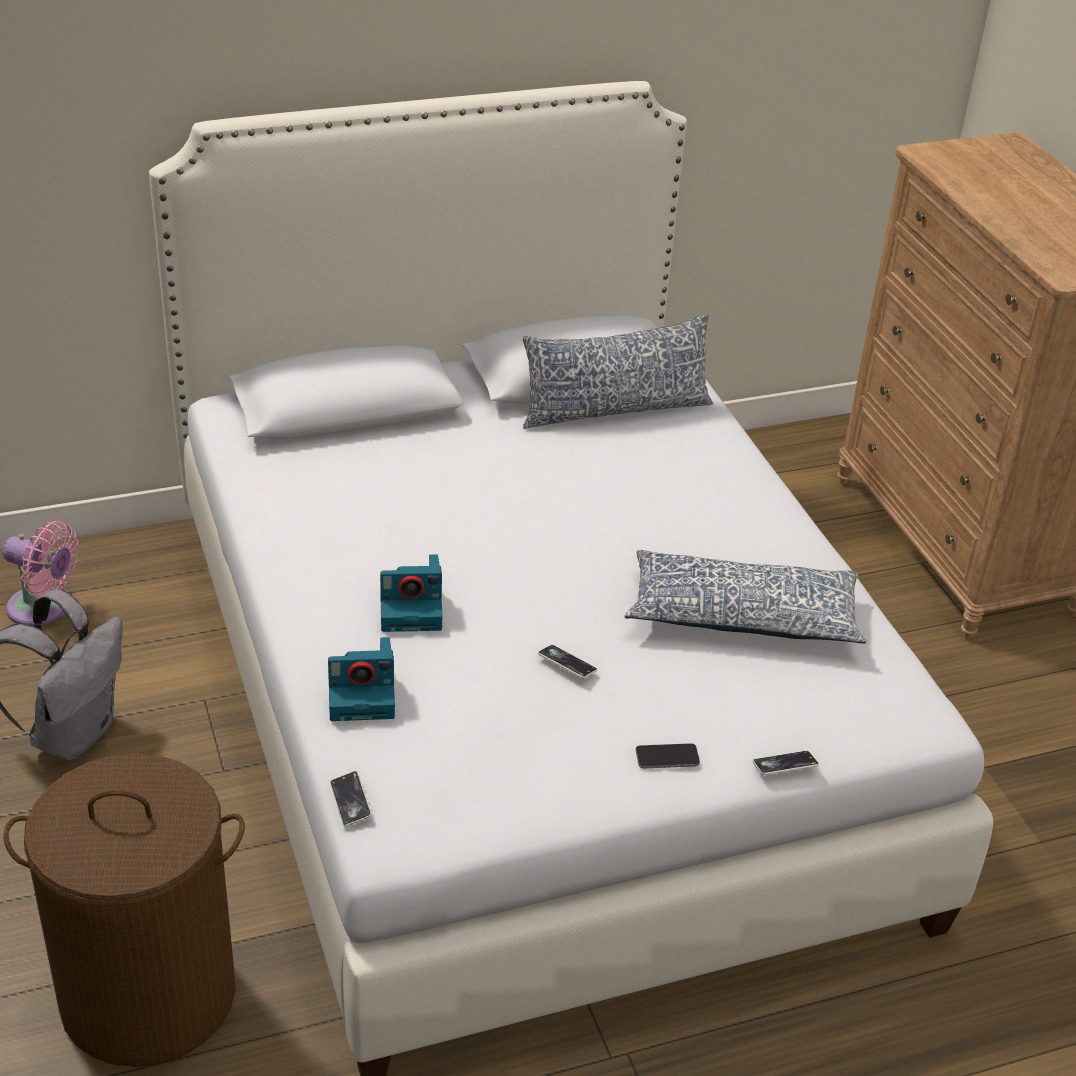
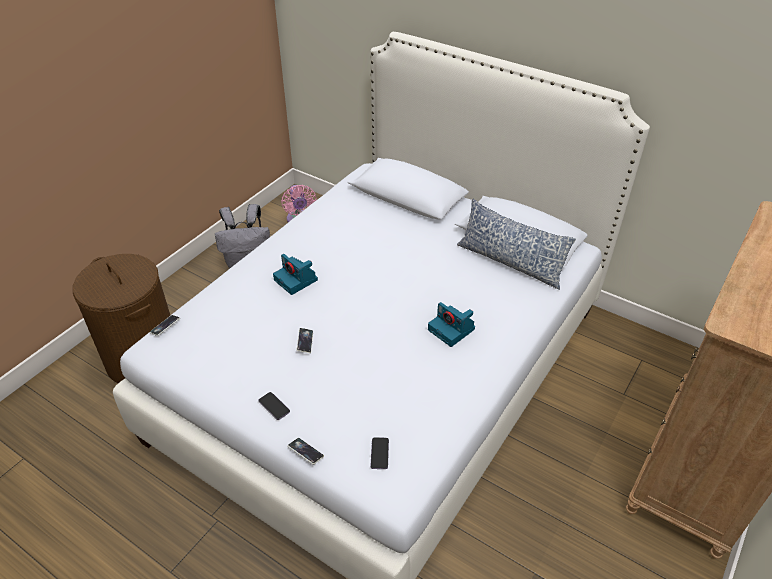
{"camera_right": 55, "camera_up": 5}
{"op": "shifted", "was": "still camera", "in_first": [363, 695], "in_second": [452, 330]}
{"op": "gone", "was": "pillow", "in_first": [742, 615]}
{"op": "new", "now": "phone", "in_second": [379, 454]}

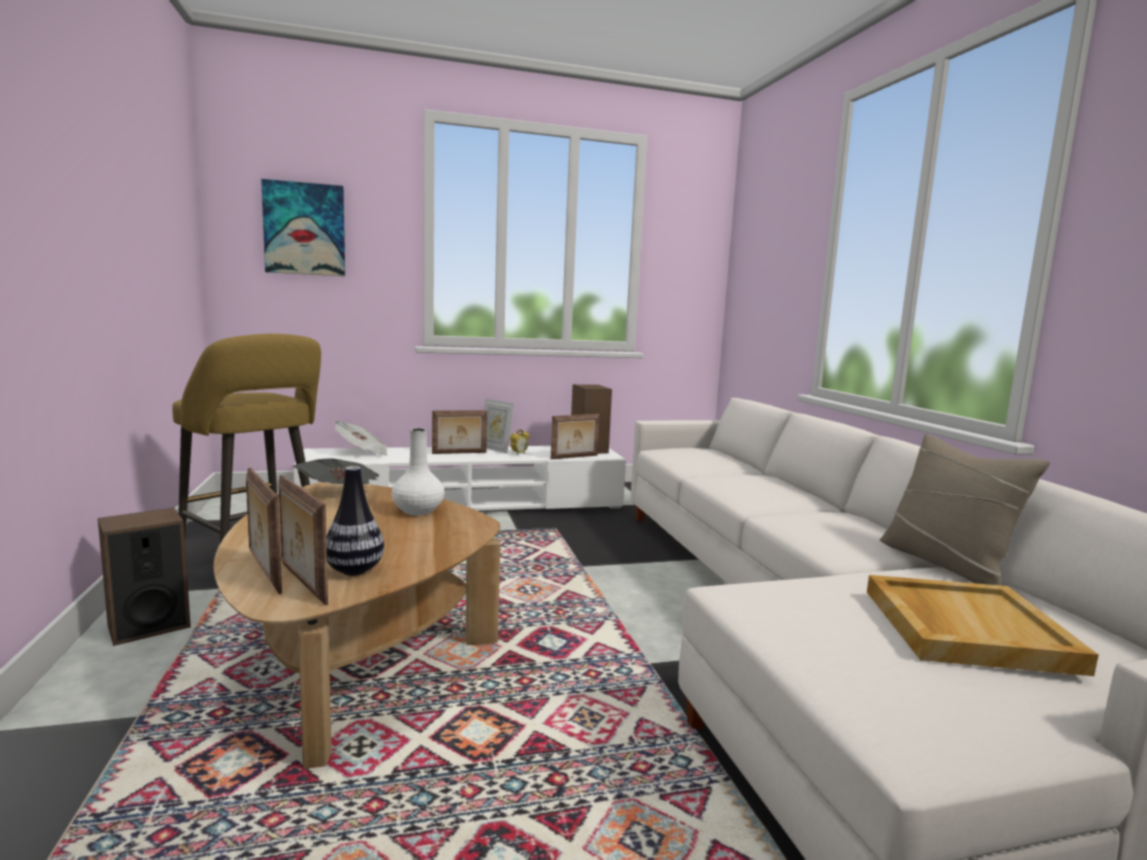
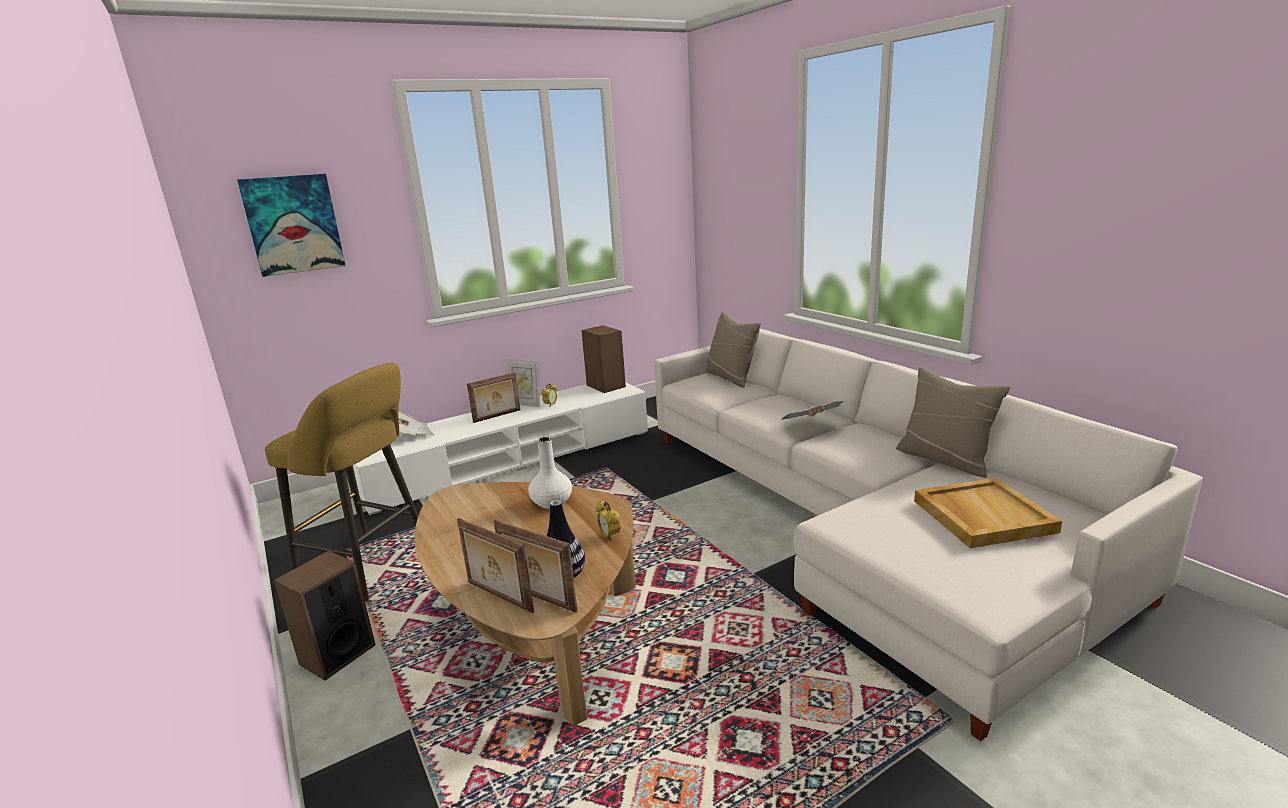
{"camera_right": -15, "camera_up": 10}
{"op": "shifted", "was": "newspaper", "in_first": [340, 495], "in_second": [810, 426]}
{"op": "gone", "was": "photo frame", "in_first": [575, 457]}
{"op": "new", "now": "table clock", "in_second": [609, 536]}
{"op": "new", "now": "sand-coloured pillow", "in_second": [731, 377]}

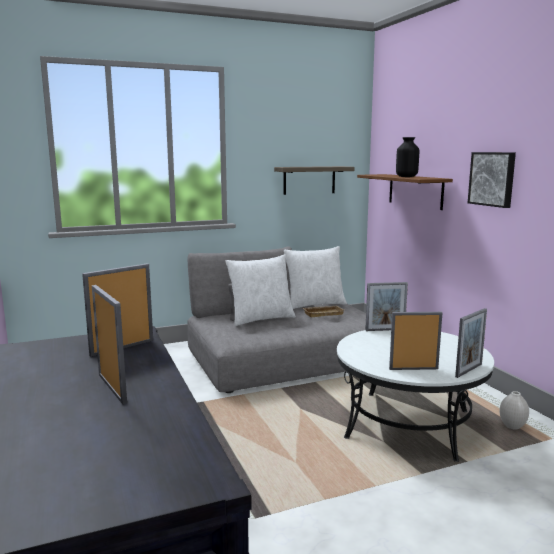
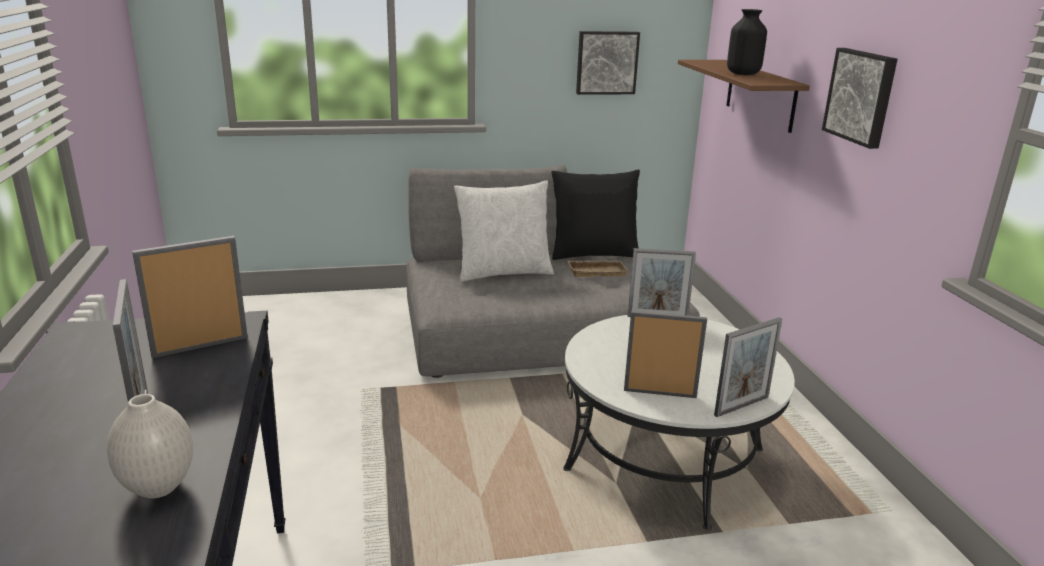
{"camera_right": 10, "camera_up": 10}
{"op": "swapped", "was": "shelf", "now": "picture", "in_first": [309, 180], "in_second": [606, 62]}
{"op": "repainted", "was": "whitish pillow", "now": "black-coloured pillow", "in_first": [314, 304], "in_second": [593, 254]}
{"op": "shifted", "was": "whitish decorative vase", "in_first": [512, 426], "in_second": [159, 488]}

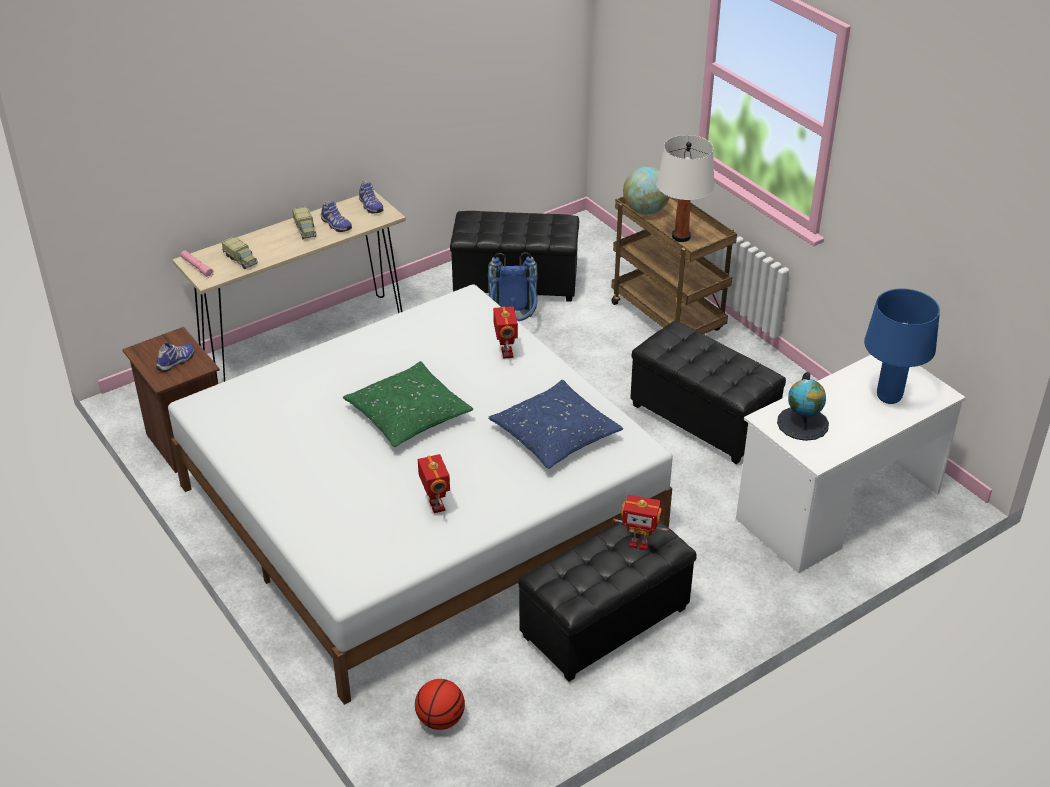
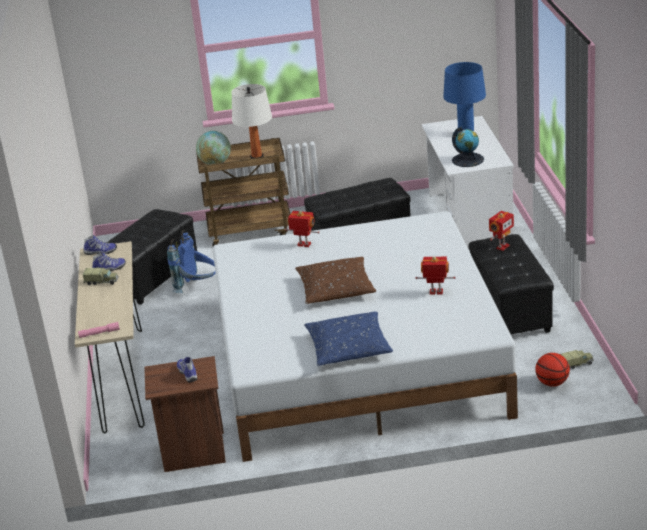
{"camera_right": -60, "camera_up": -10}
{"op": "shifted", "was": "toy lorry", "in_first": [241, 260], "in_second": [576, 364]}
{"op": "repainted", "was": "greenish pillow", "now": "brown-coloured pillow", "in_first": [408, 414], "in_second": [336, 289]}
{"op": "shifted", "was": "blue-coloured pillow", "in_first": [555, 434], "in_second": [349, 347]}

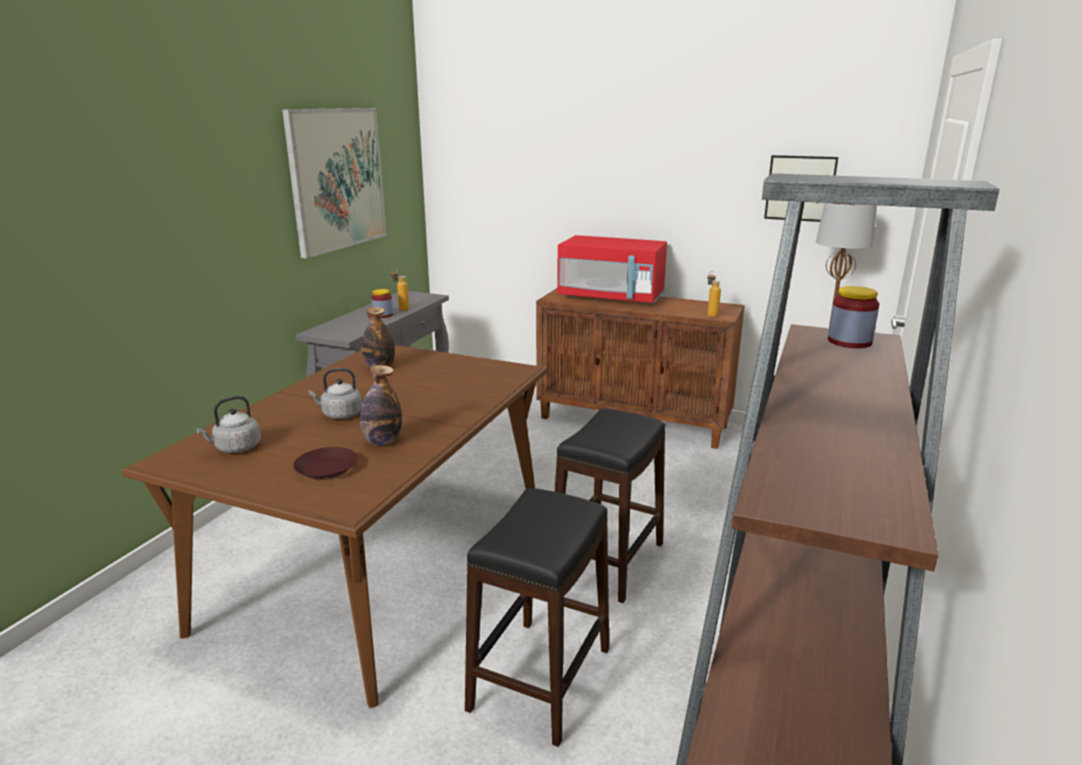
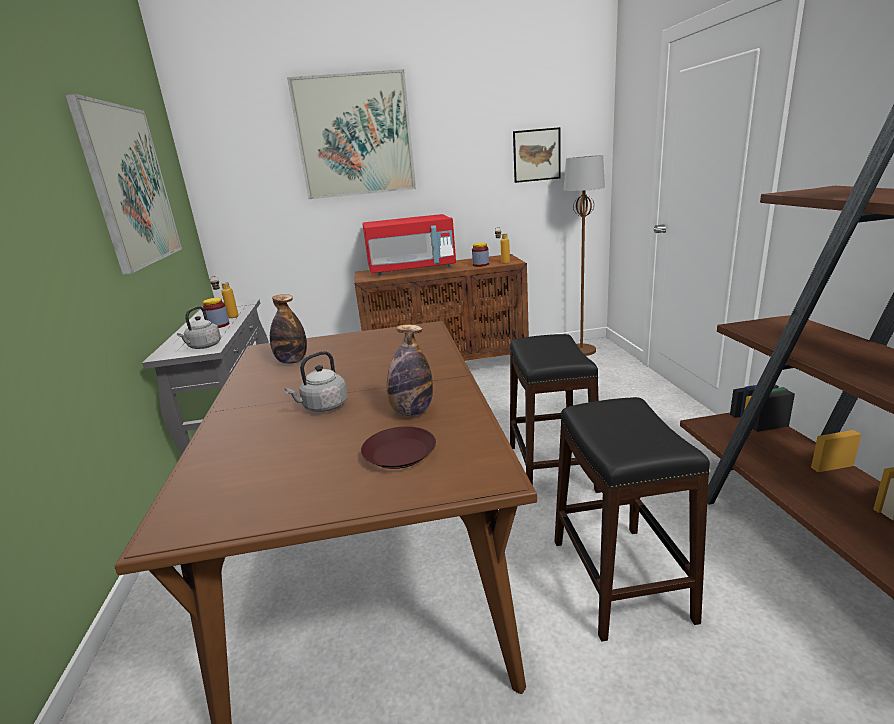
{"camera_right": -30, "camera_up": 0}
{"op": "shifted", "was": "gray tea kettle", "in_first": [236, 448], "in_second": [203, 347]}
{"op": "shifted", "was": "storage jar", "in_first": [849, 342], "in_second": [481, 265]}
{"op": "new", "now": "picture", "in_second": [355, 136]}

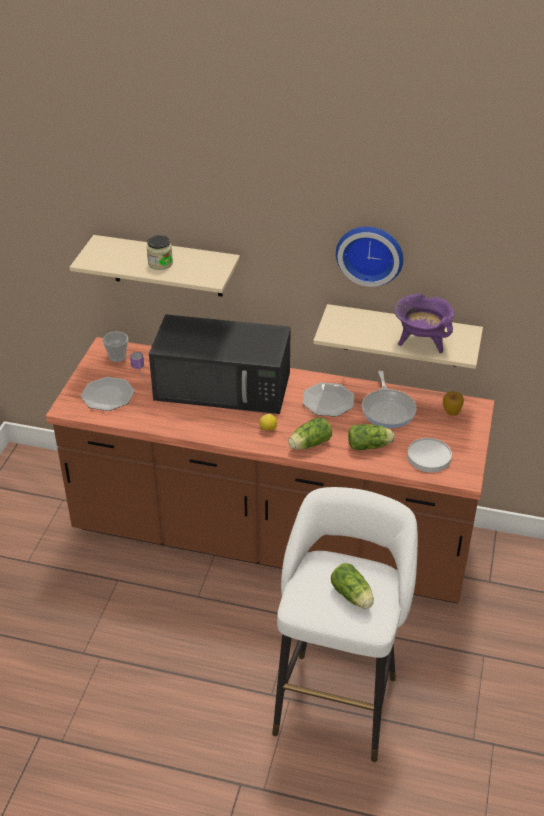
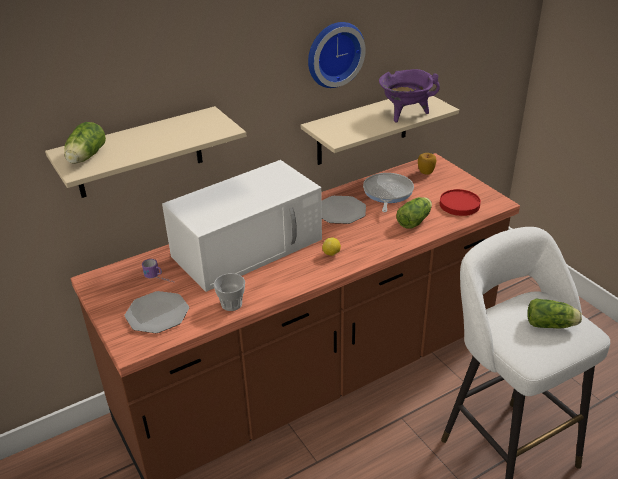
{"camera_right": -45, "camera_up": -5}
{"op": "shifted", "was": "small cup", "in_first": [117, 357], "in_second": [231, 304]}
{"op": "gone", "was": "storage jar", "in_first": [160, 263]}
{"op": "repainted", "was": "black-coloured kitchen microwave", "now": "whitish kitchen microwave", "in_first": [224, 386], "in_second": [249, 246]}
{"op": "shifted", "was": "lettuce", "in_first": [308, 444], "in_second": [85, 157]}
{"op": "rotated", "was": "pan", "in_first": [388, 409], "in_second": [387, 193], "clockwise": -120}
{"op": "repainted", "was": "whitish dinner plate", "now": "red dinner plate", "in_first": [429, 457], "in_second": [459, 204]}

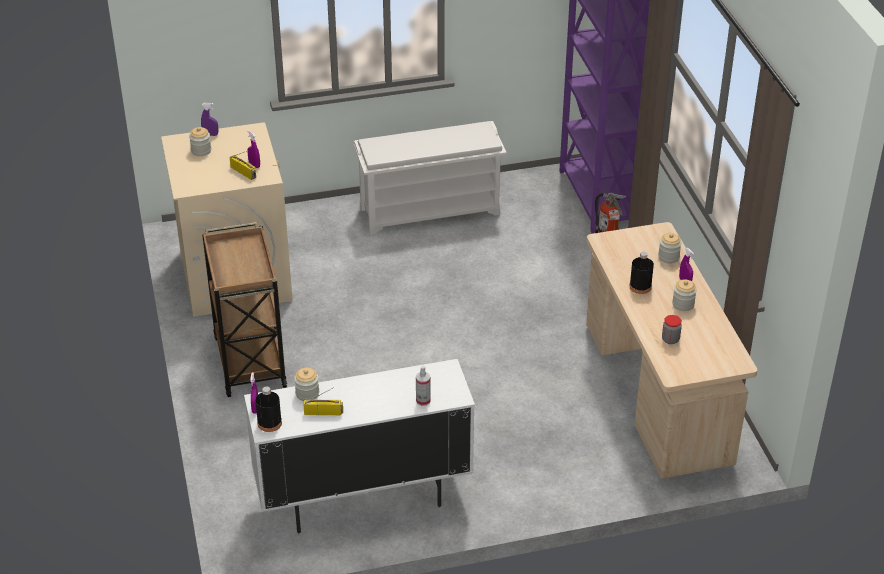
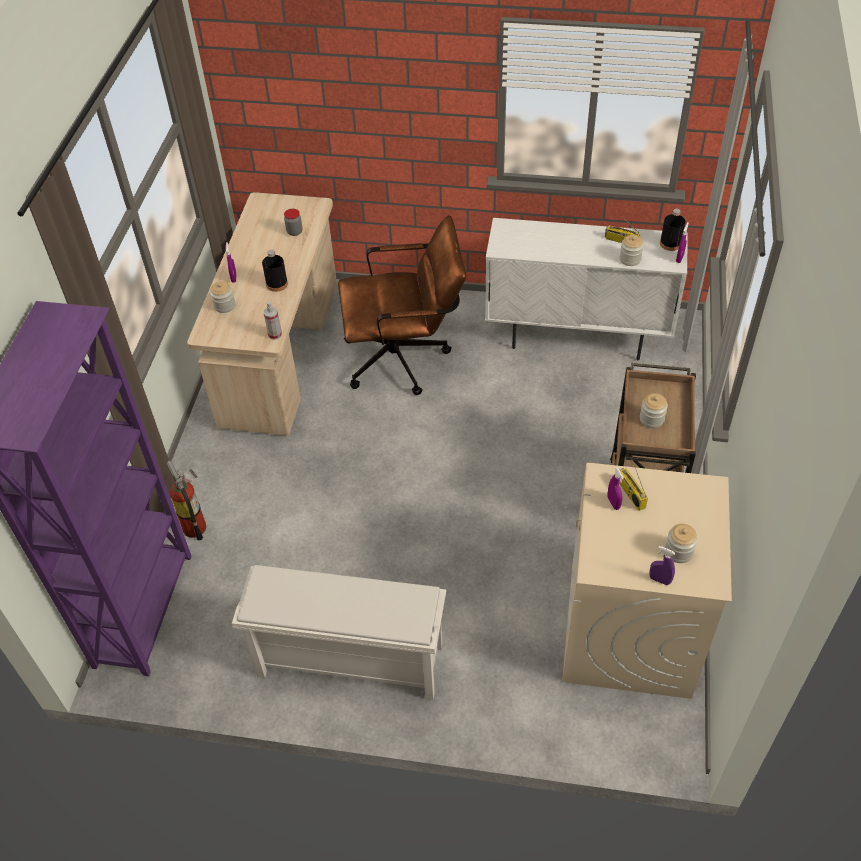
{"camera_right": -155, "camera_up": 10}
{"op": "shifted", "was": "sprayer", "in_first": [423, 401], "in_second": [275, 334]}
{"op": "shifted", "was": "storage jar", "in_first": [683, 304], "in_second": [651, 419]}
{"op": "new", "now": "brown-coloured computer chair", "in_second": [405, 358]}

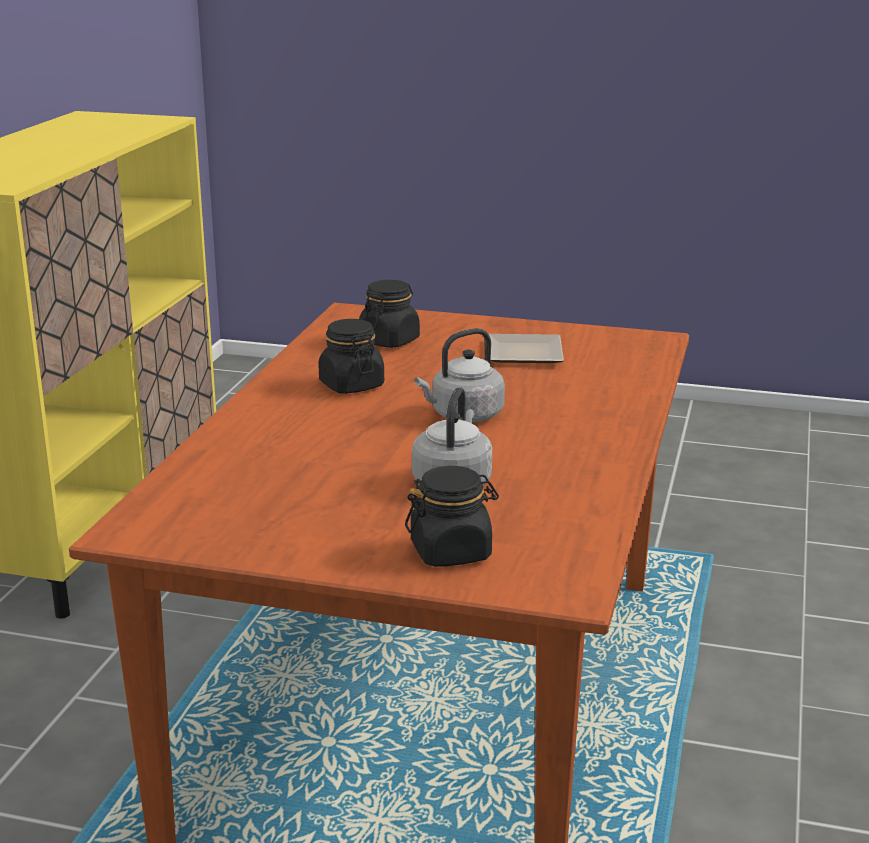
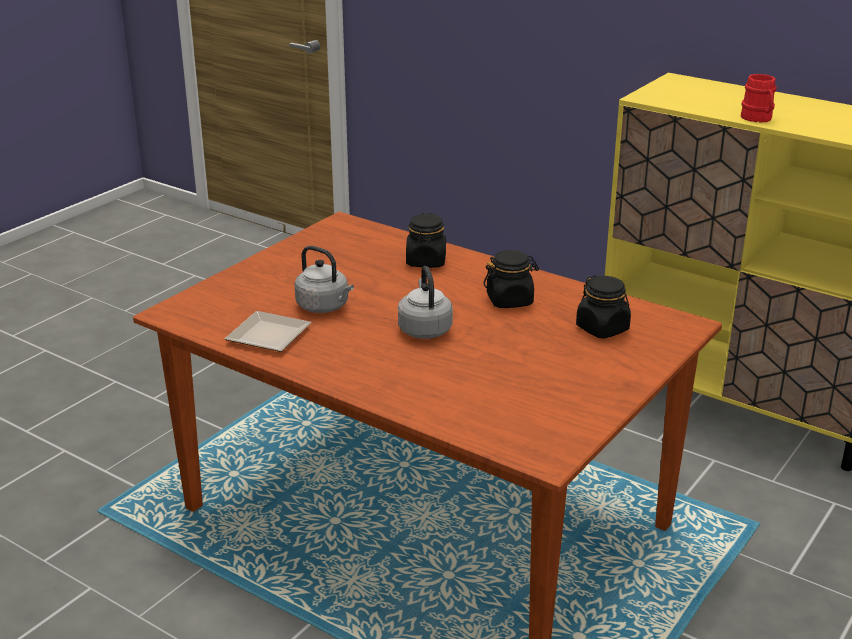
{"camera_right": 110, "camera_up": 5}
{"op": "shifted", "was": "black-coloured storage jar", "in_first": [451, 552], "in_second": [426, 261]}
{"op": "shifted", "was": "dinner plate", "in_first": [527, 355], "in_second": [265, 336]}
{"op": "new", "now": "red mug", "in_second": [758, 119]}

